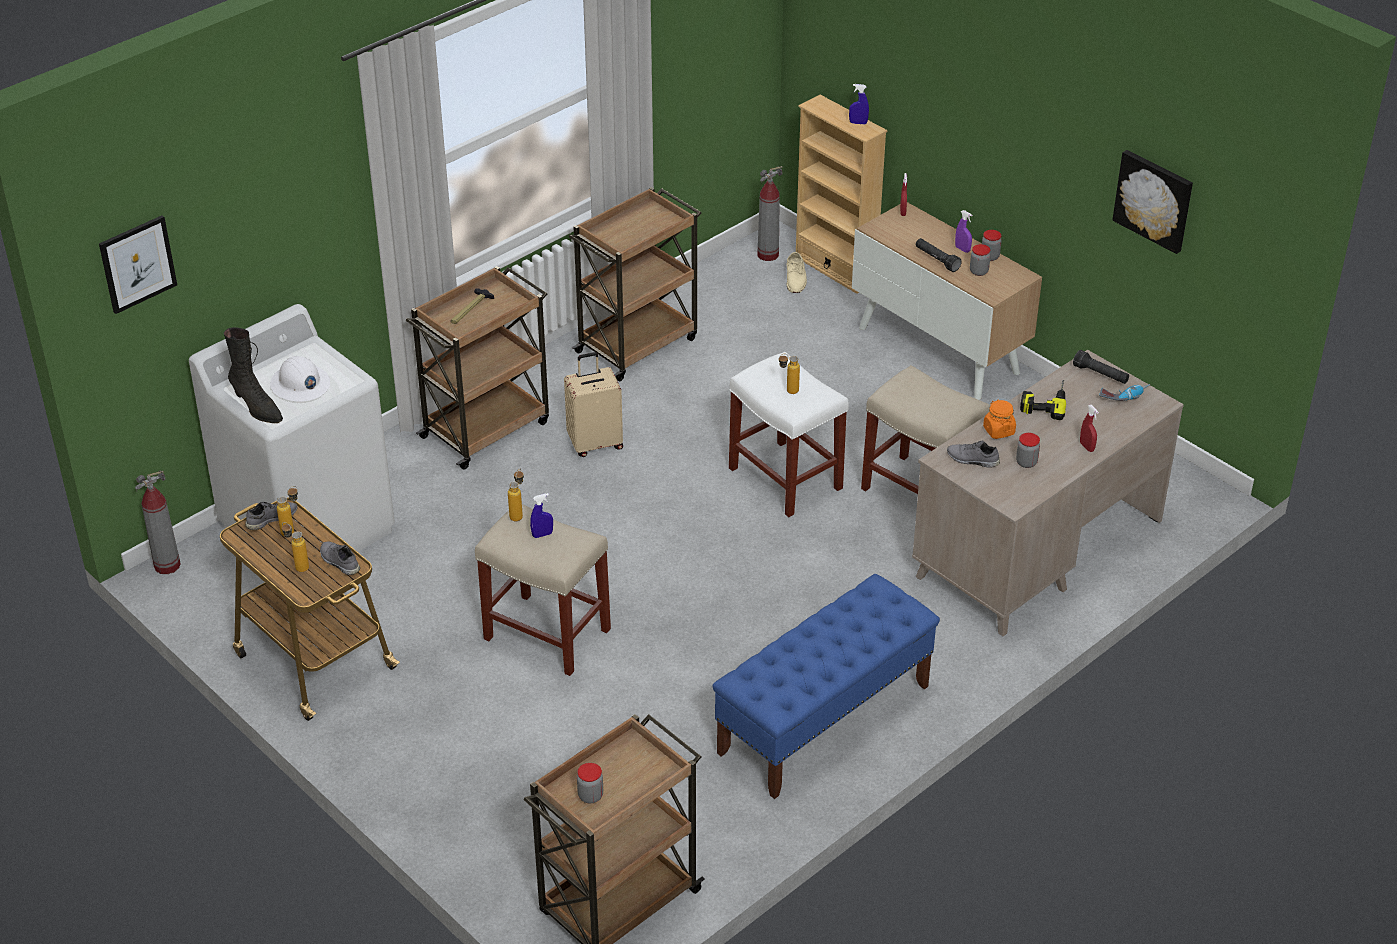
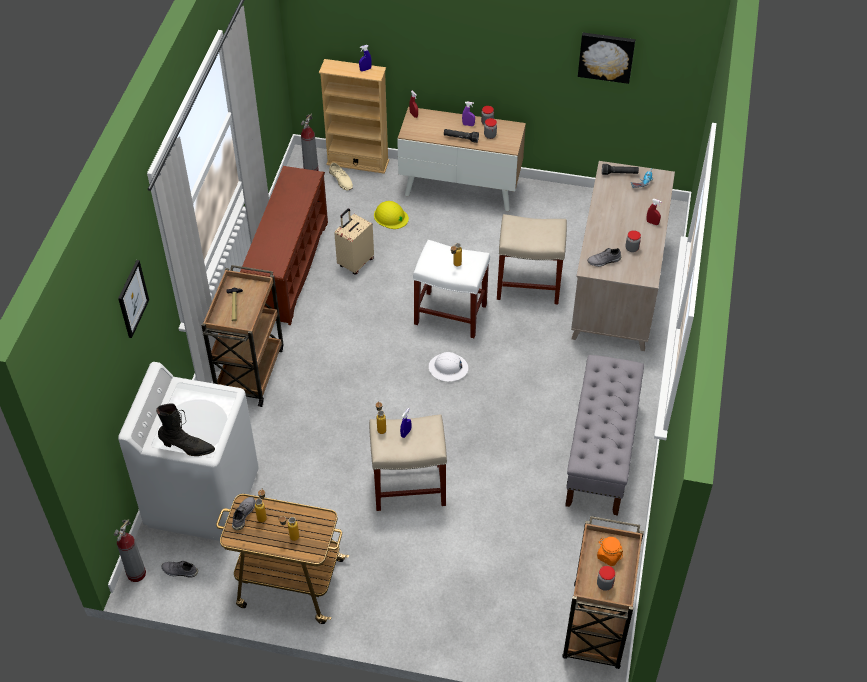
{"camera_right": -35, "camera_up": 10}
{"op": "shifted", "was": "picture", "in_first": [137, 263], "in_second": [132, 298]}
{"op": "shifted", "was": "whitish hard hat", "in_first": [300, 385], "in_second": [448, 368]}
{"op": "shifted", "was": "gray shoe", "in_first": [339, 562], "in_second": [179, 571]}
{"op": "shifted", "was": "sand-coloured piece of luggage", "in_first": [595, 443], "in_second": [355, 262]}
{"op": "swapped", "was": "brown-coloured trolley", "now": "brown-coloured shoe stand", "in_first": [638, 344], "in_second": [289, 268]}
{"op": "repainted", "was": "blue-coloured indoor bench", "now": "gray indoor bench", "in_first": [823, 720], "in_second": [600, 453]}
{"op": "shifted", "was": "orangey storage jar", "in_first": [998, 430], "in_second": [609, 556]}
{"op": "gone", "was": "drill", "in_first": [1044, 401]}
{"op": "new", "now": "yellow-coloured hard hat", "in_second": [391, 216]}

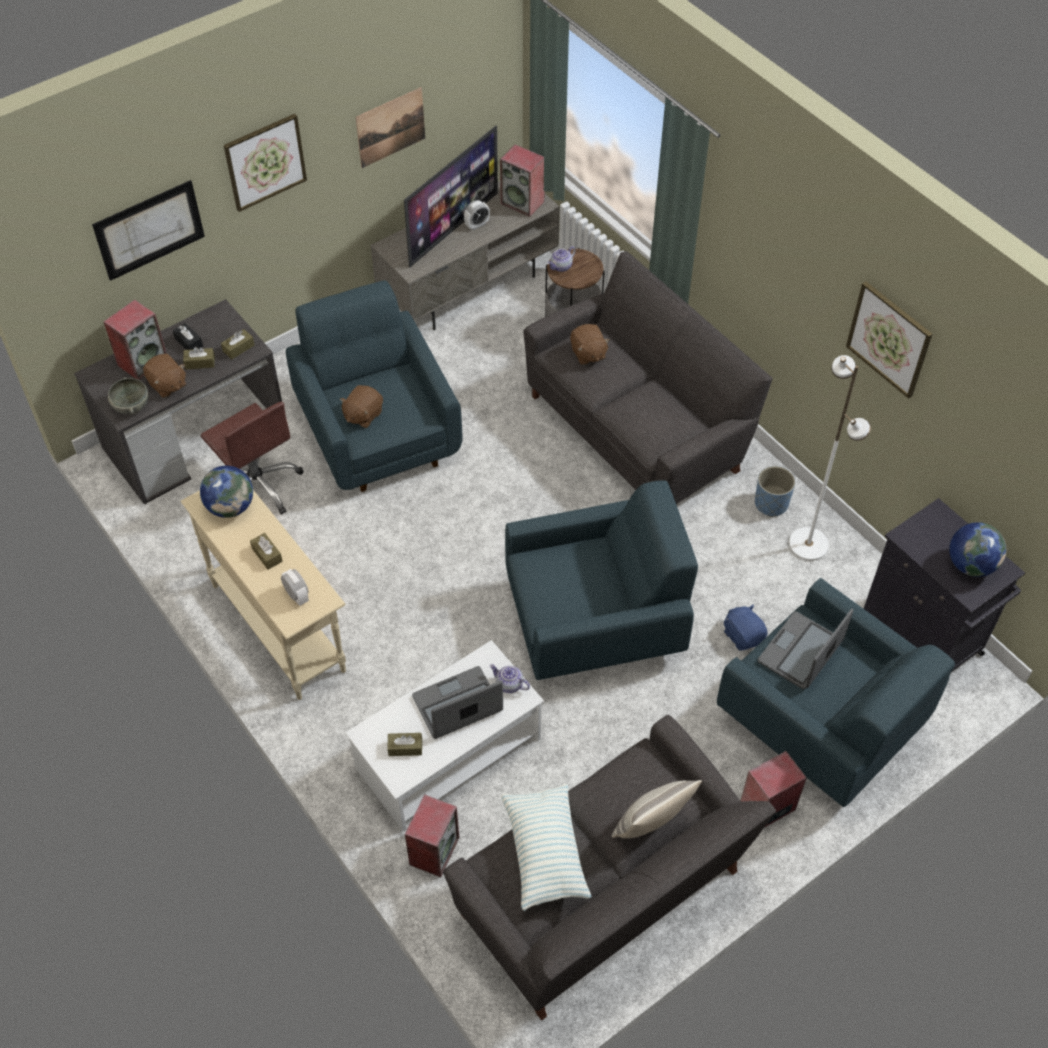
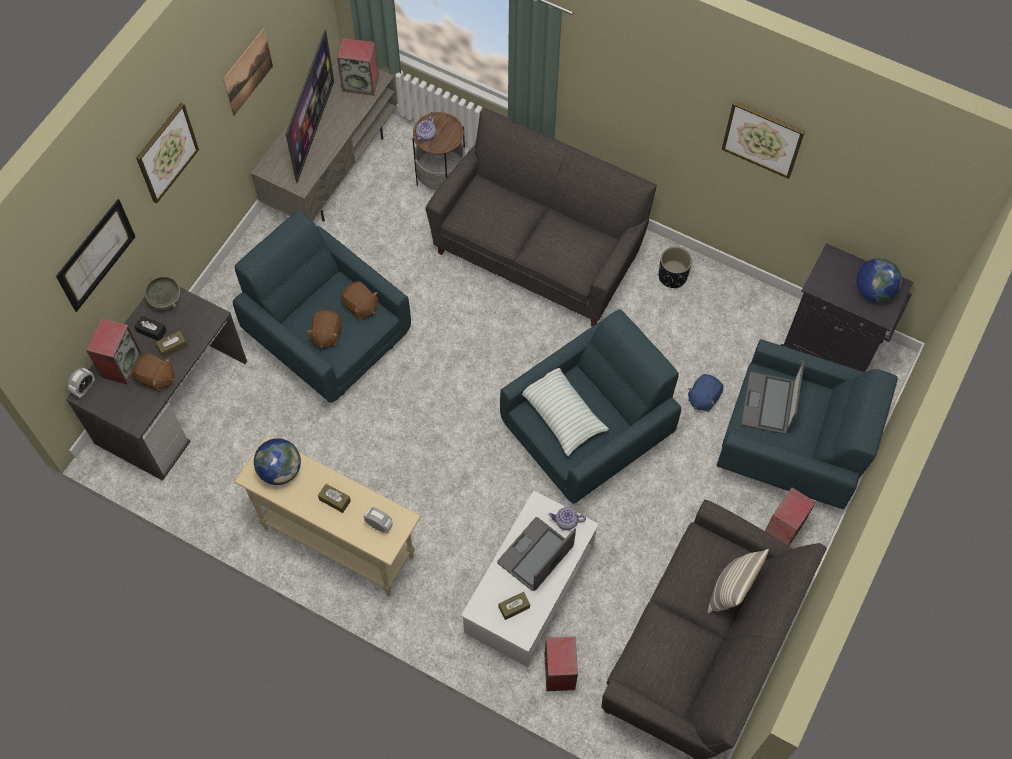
{"camera_right": -25, "camera_up": 10}
{"op": "shifted", "was": "gray bowl", "in_first": [131, 406], "in_second": [165, 300]}
{"op": "gone", "was": "brown-coloured computer chair", "in_first": [258, 485]}
{"op": "gone", "was": "brown-coloured tissue holder", "in_first": [238, 348]}
{"op": "shifted", "was": "table clock", "in_first": [477, 225], "in_second": [84, 388]}
{"op": "shifted", "was": "pillow", "in_first": [545, 853], "in_second": [561, 414]}
{"op": "shifted", "was": "brown-coloured cuddly toy", "in_first": [588, 354], "in_second": [360, 307]}
{"op": "rotated", "was": "blue-coloured cuddly toy", "in_first": [743, 635], "in_second": [703, 398], "clockwise": -90}
{"op": "repainted", "was": "blue-coloured planter", "now": "black-coloured planter", "in_first": [771, 504], "in_second": [672, 276]}
{"op": "gone", "was": "whitish standing lamp", "in_first": [809, 544]}

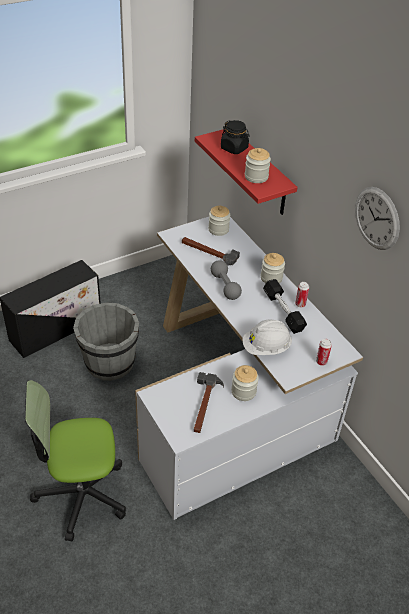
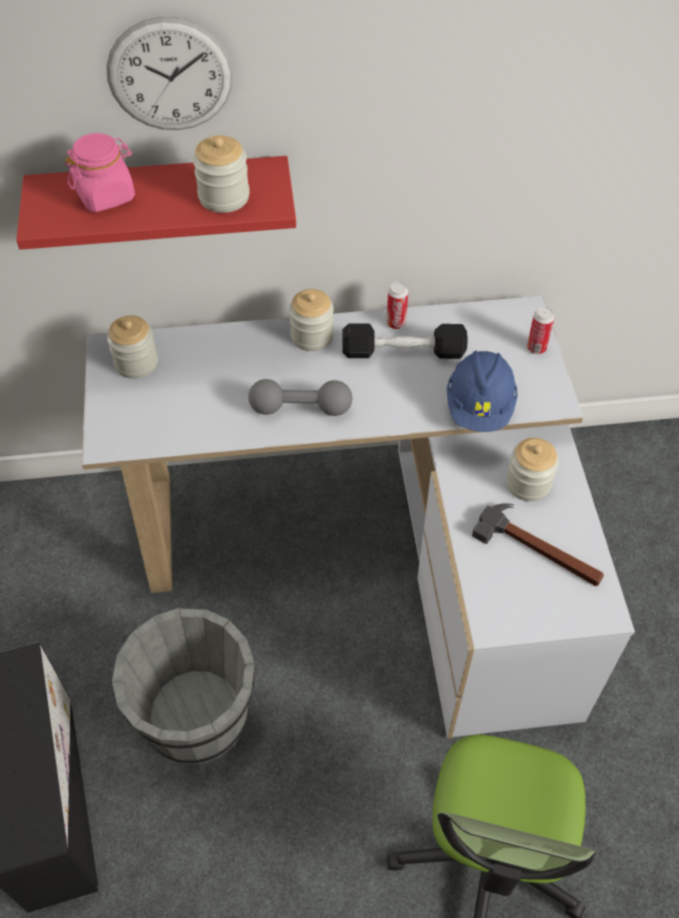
{"camera_right": -65, "camera_up": 10}
{"op": "gone", "was": "hand hammer", "in_first": [208, 252]}
{"op": "repainted", "was": "black-coloured storage jar", "now": "pinkish storage jar", "in_first": [234, 148], "in_second": [106, 195]}
{"op": "repainted", "was": "whitish hard hat", "now": "blue-coloured hard hat", "in_first": [266, 348], "in_second": [479, 406]}
{"op": "shifted", "was": "wall clock", "in_first": [377, 218], "in_second": [170, 75]}

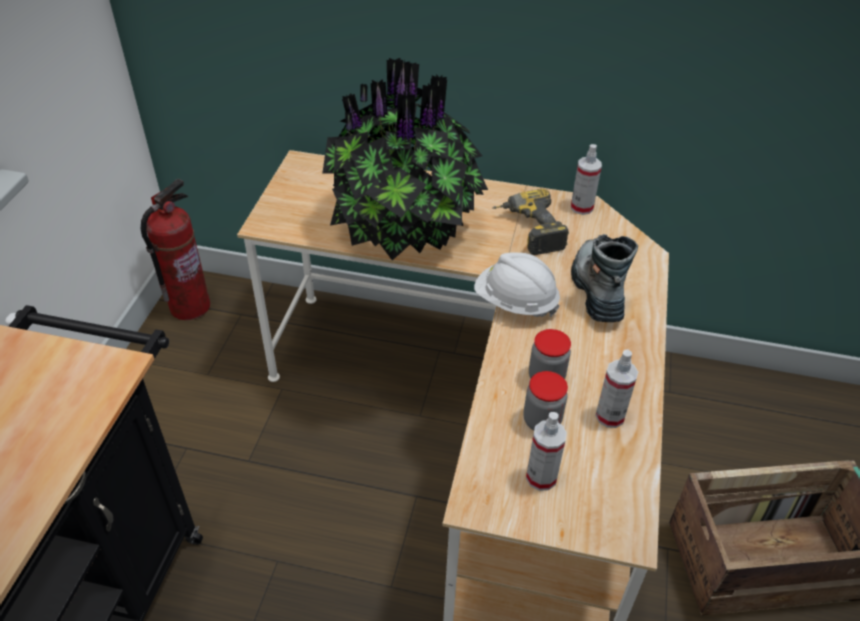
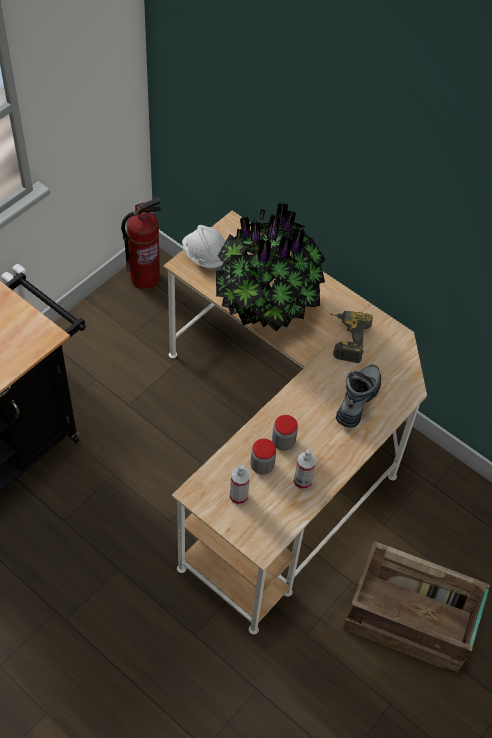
{"camera_right": 25, "camera_up": 10}
{"op": "shifted", "was": "whitish hard hat", "in_first": [515, 302], "in_second": [205, 256]}
{"op": "gone", "was": "sprayer", "in_first": [581, 207]}

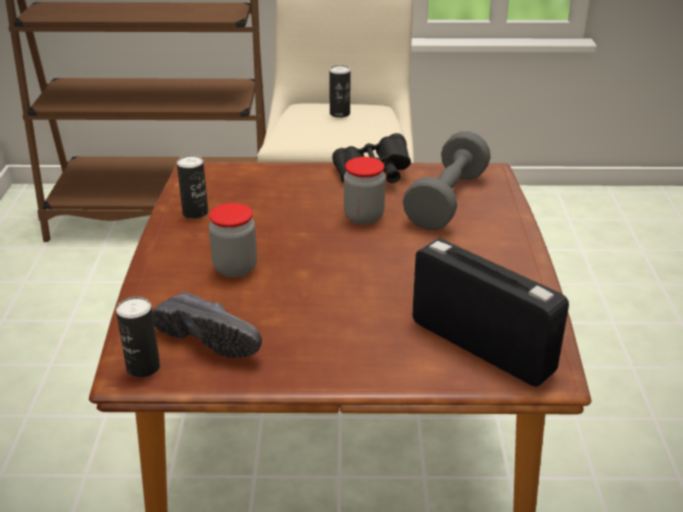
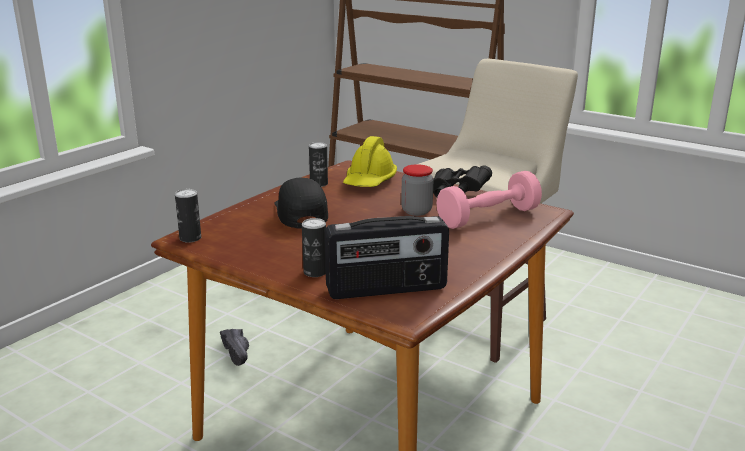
{"camera_right": 35, "camera_up": -10}
{"op": "shifted", "was": "black-coloured shoe", "in_first": [213, 337], "in_second": [239, 354]}
{"op": "swapped", "was": "storage jar", "now": "black-coloured peaked cap", "in_first": [235, 268], "in_second": [301, 213]}
{"op": "shifted", "was": "metal can", "in_first": [339, 114], "in_second": [315, 272]}
{"op": "repainted", "was": "gray free weight", "now": "pinkish free weight", "in_first": [446, 200], "in_second": [488, 217]}
{"op": "rotated", "was": "radio receiver", "in_first": [482, 346], "in_second": [386, 289], "clockwise": 90}
{"op": "new", "now": "yellow-coloured hard hat", "in_second": [370, 181]}

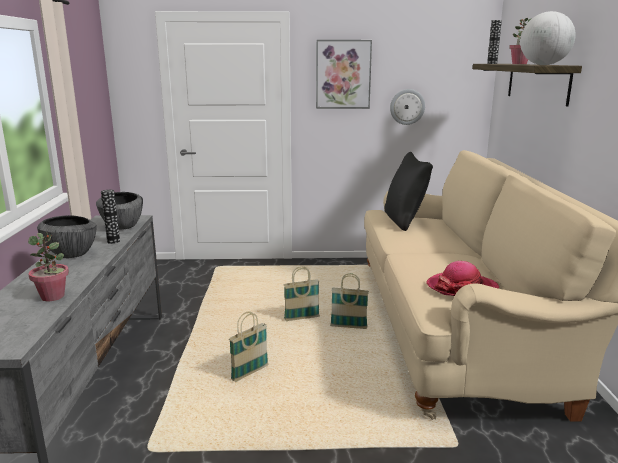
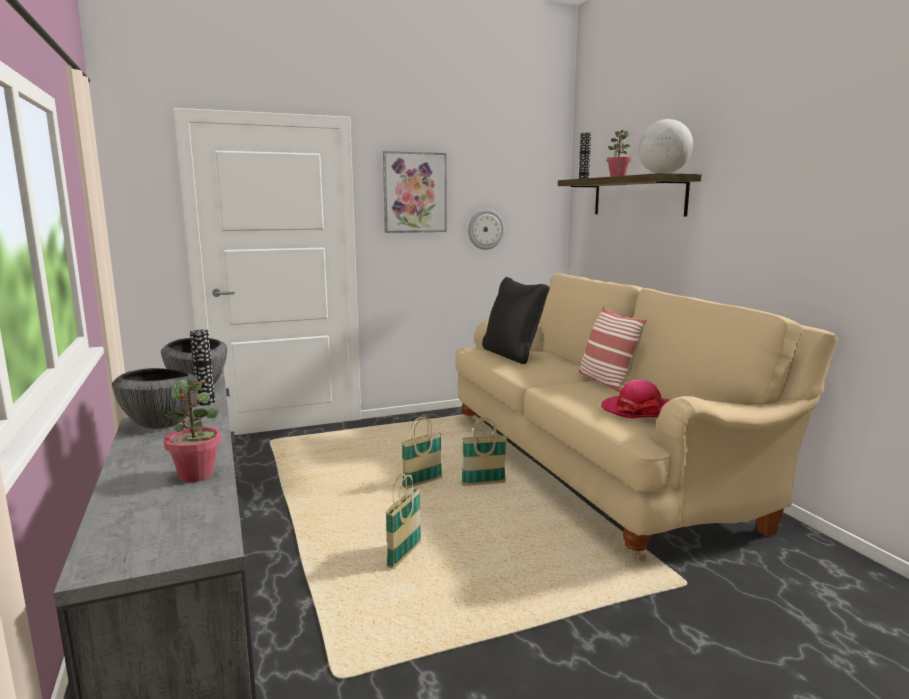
{"camera_right": -20, "camera_up": -5}
{"op": "new", "now": "pillow", "in_second": [606, 381]}

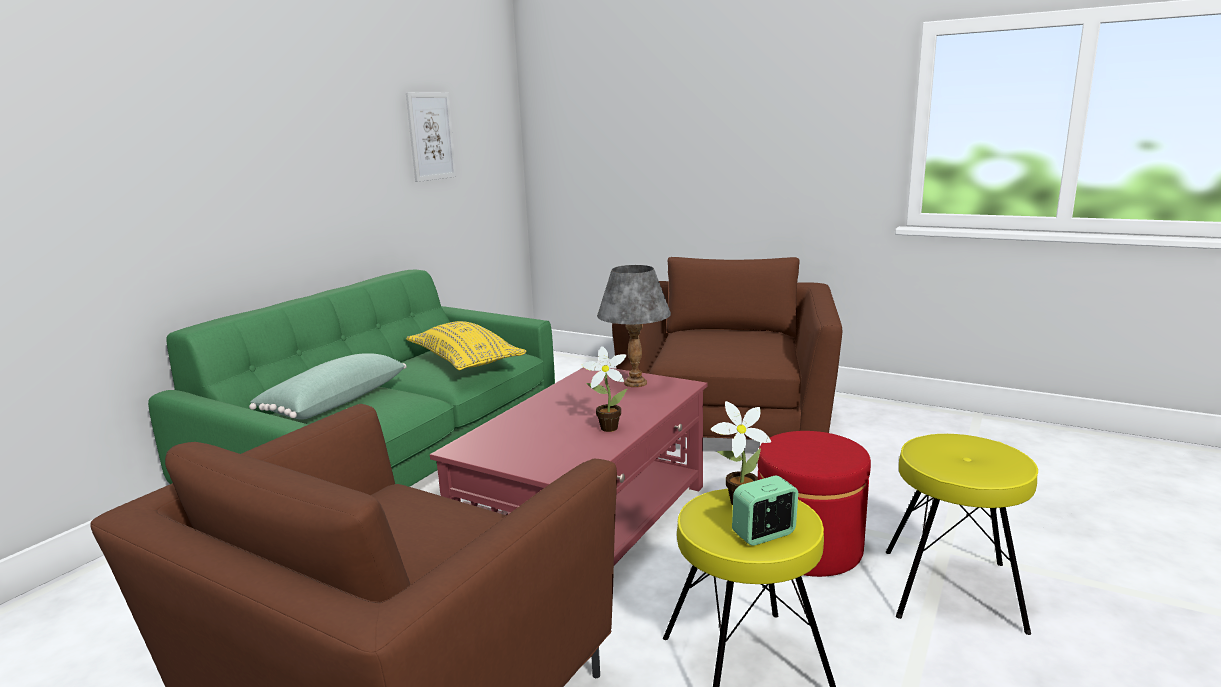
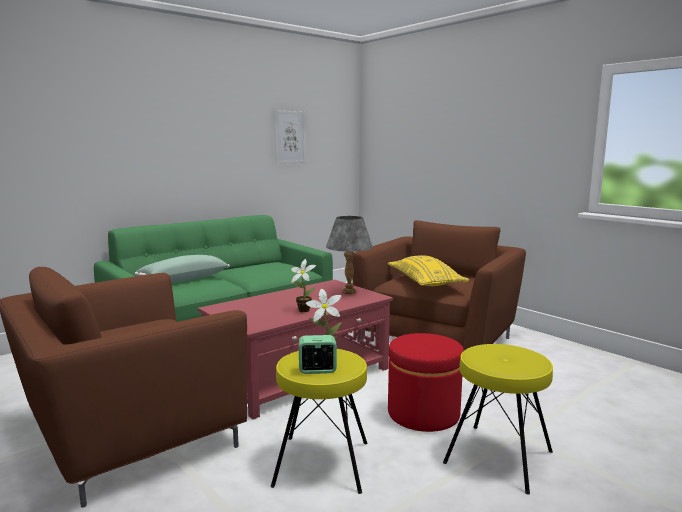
{"camera_right": 20, "camera_up": -5}
{"op": "shifted", "was": "yellow-coloured pillow", "in_first": [465, 361], "in_second": [425, 282]}

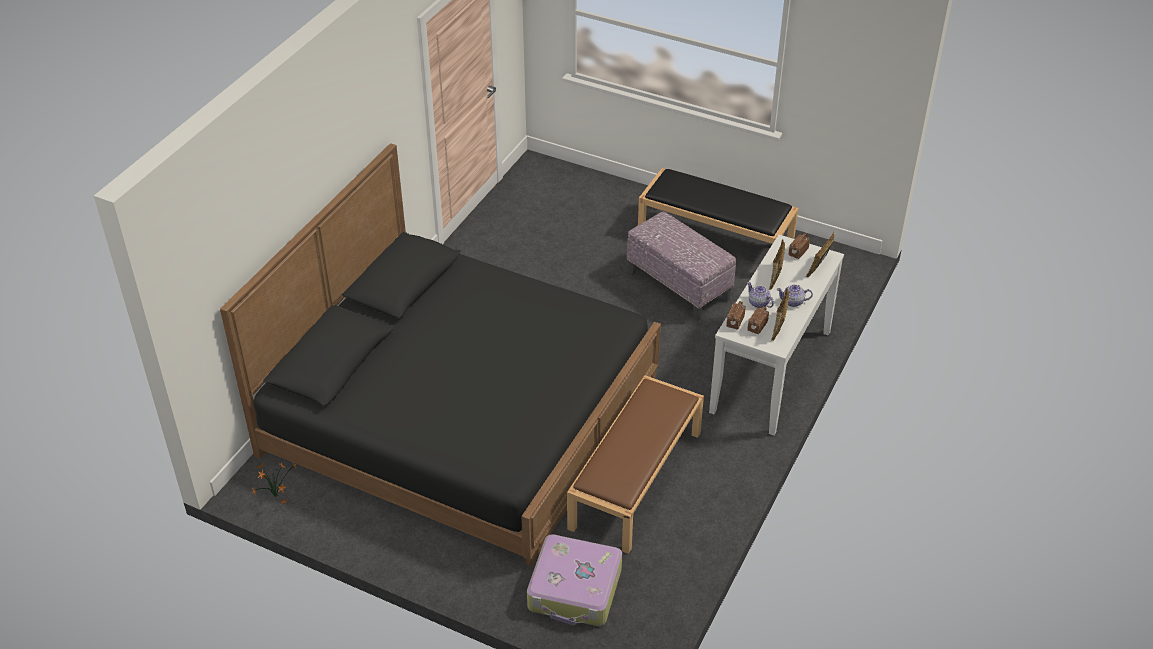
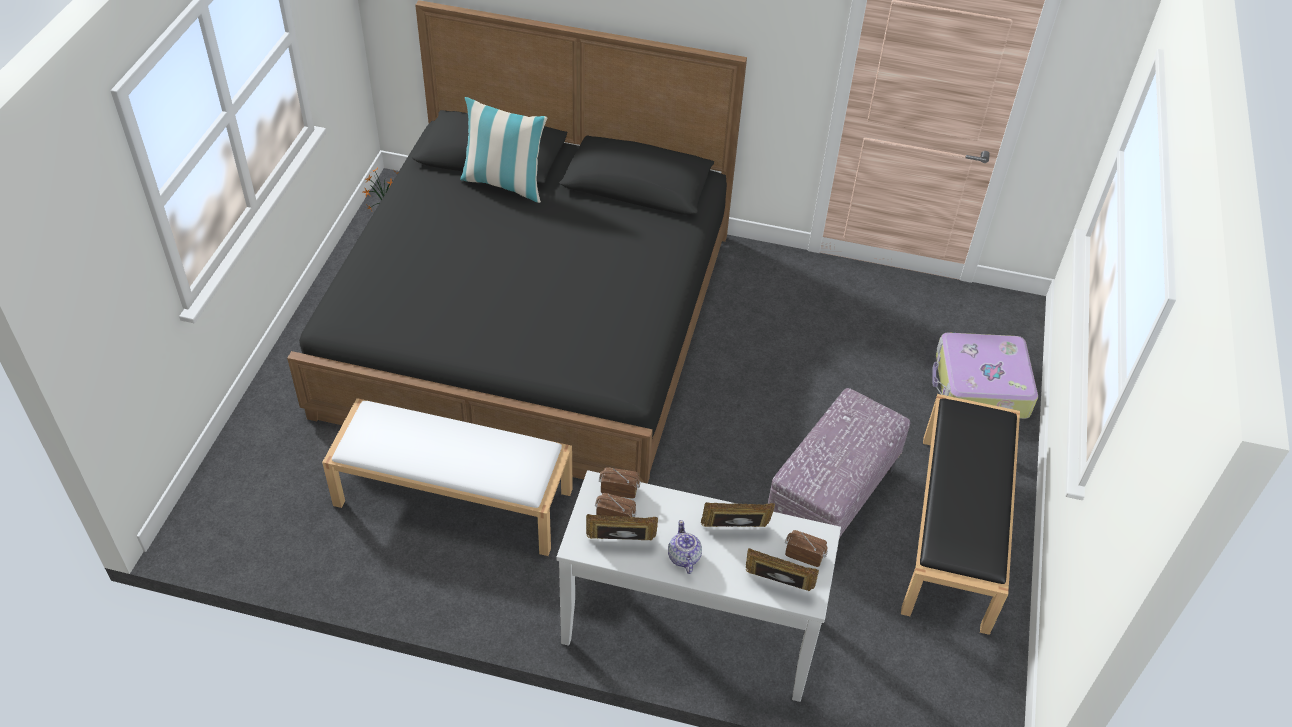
{"camera_right": 75, "camera_up": 5}
{"op": "shifted", "was": "piece of luggage", "in_first": [575, 590], "in_second": [980, 386]}
{"op": "repainted", "was": "brown-coloured indoor bench", "now": "whitish indoor bench", "in_first": [635, 478], "in_second": [455, 497]}
{"op": "gone", "was": "tea pot", "in_first": [758, 303]}
{"op": "new", "now": "pillow", "in_second": [504, 183]}

